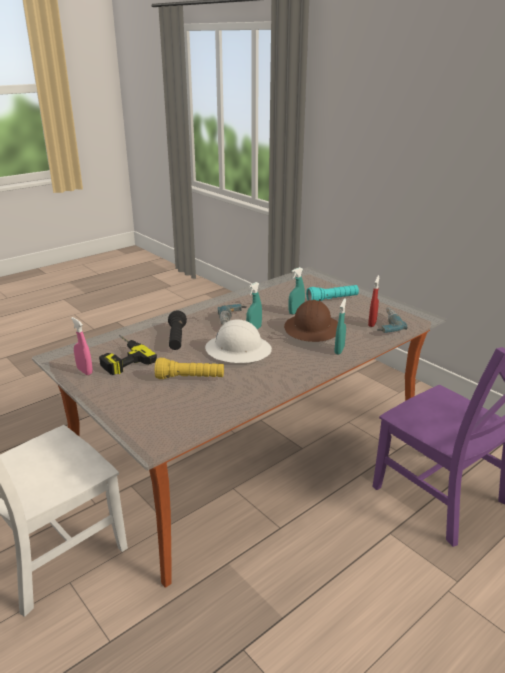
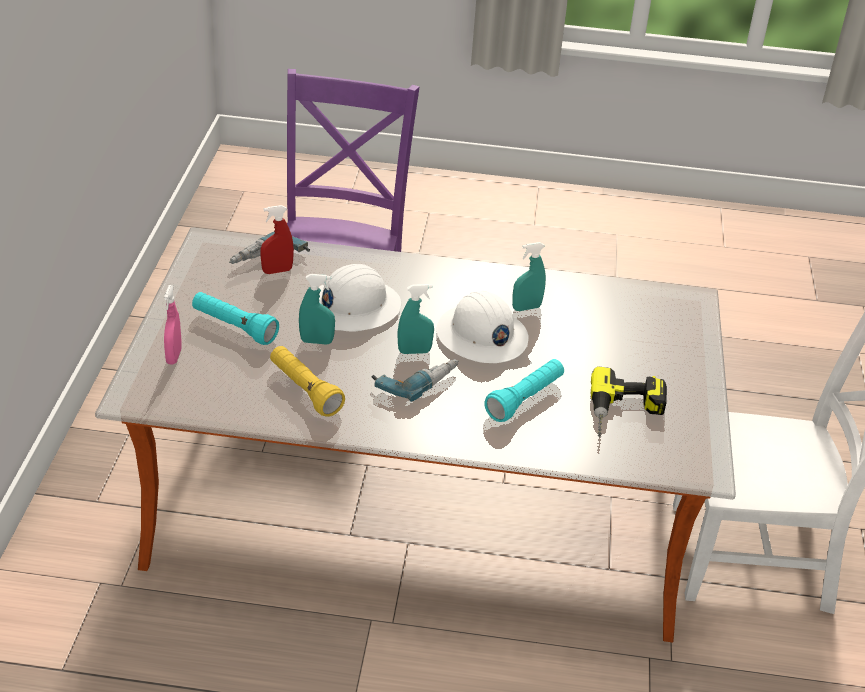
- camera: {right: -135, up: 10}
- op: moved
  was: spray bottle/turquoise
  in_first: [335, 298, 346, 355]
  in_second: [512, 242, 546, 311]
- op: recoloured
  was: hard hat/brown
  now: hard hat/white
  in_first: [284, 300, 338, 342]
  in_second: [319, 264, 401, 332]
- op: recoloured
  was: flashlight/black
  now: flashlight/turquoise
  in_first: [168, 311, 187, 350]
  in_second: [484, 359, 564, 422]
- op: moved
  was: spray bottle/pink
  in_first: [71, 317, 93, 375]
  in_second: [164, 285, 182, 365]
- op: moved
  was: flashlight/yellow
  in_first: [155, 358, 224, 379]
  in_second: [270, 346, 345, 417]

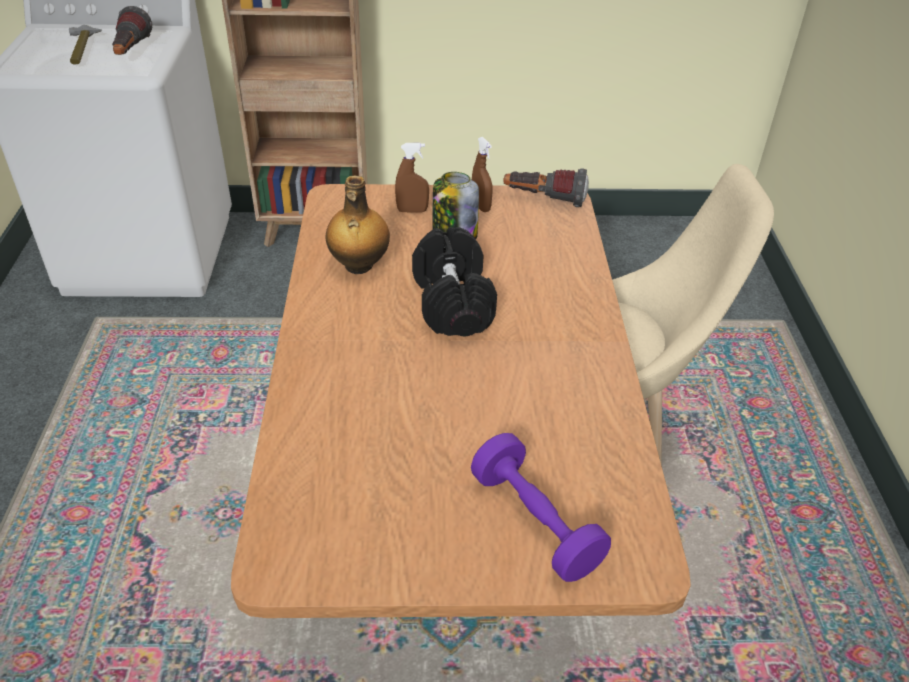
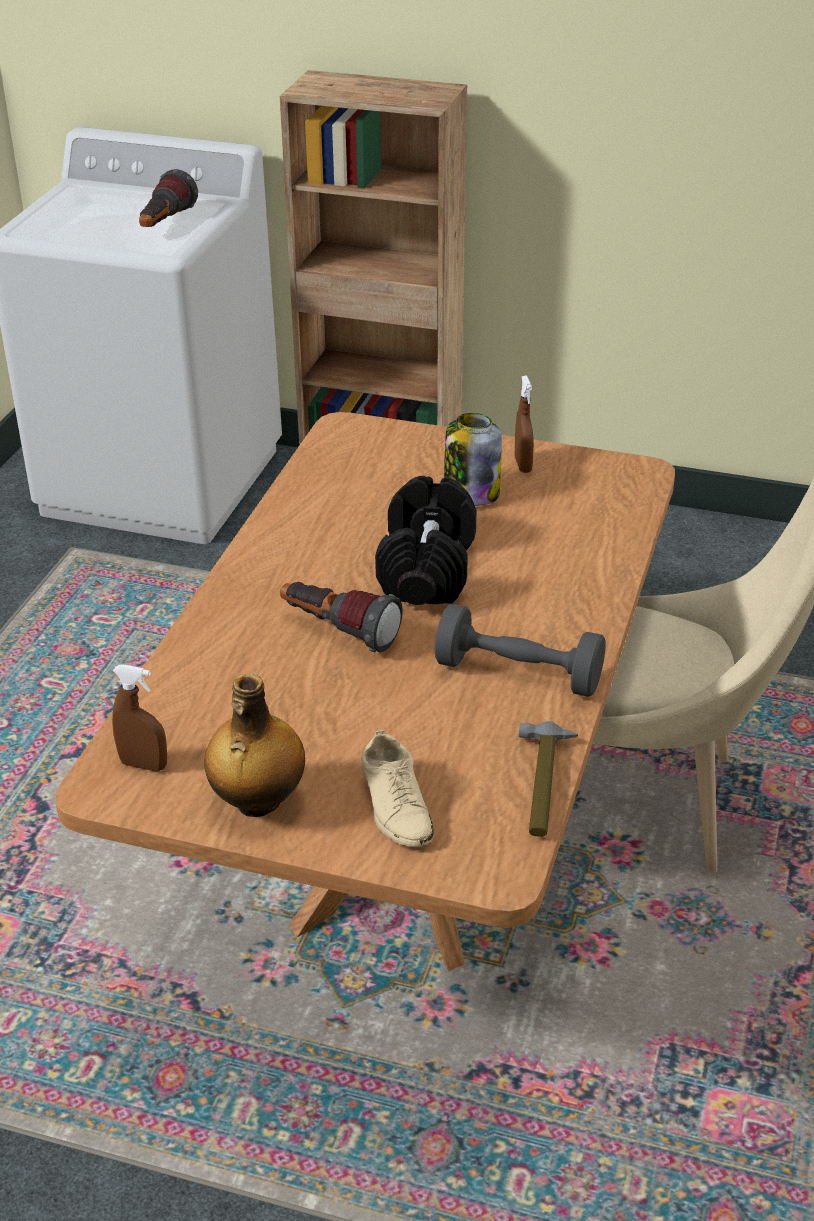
- camera: {right: 20, up: -5}
- op: moved
  was: hammer
  in_first: [69, 25, 102, 64]
  in_second: [519, 721, 578, 837]
- op: moved
  was: spray bottle/brown
  in_first: [395, 143, 429, 213]
  in_second: [112, 664, 167, 771]
- op: moved
  was: flashlight
  in_first: [503, 168, 589, 207]
  in_second: [280, 582, 403, 652]
- op: moved
  was: bottle
  in_first: [325, 176, 390, 274]
  in_second: [204, 674, 305, 817]
- op: replaced
  was: dumbbell/purple
  now: shoe/beige
  in_first: [471, 433, 611, 582]
  in_second: [361, 730, 434, 847]
- op: added
  now: dumbbell/grey
  in_second: [434, 604, 606, 697]

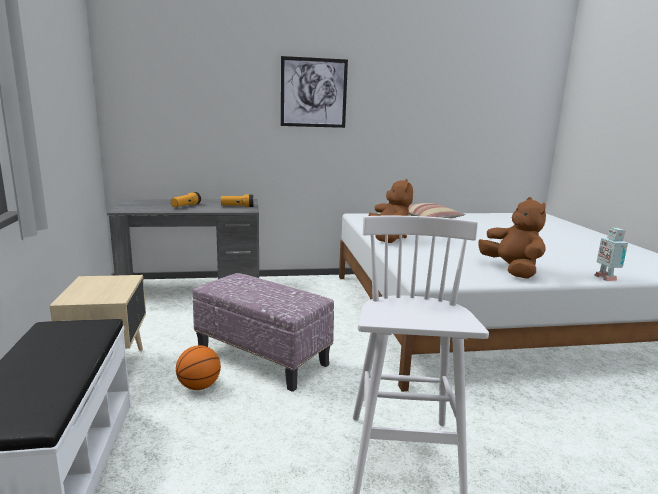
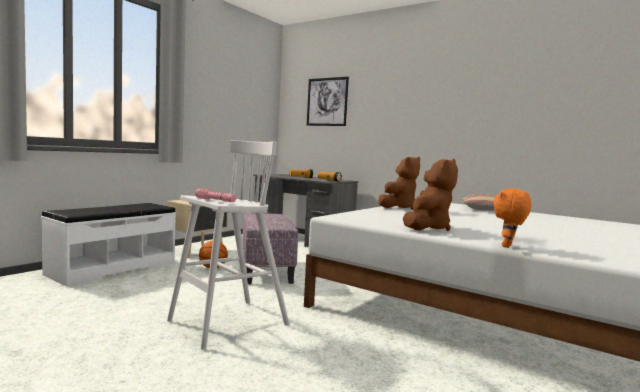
- camera: {right: 45, up: -10}
- op: moved
  was: picture
  in_first: [281, 56, 348, 128]
  in_second: [307, 77, 349, 126]
- op: replaced
  was: toy robot
  now: plush toy/orange
  in_first: [595, 227, 628, 281]
  in_second: [493, 188, 531, 248]
- op: added
  now: flashlight/pink
  in_second: [195, 189, 236, 202]

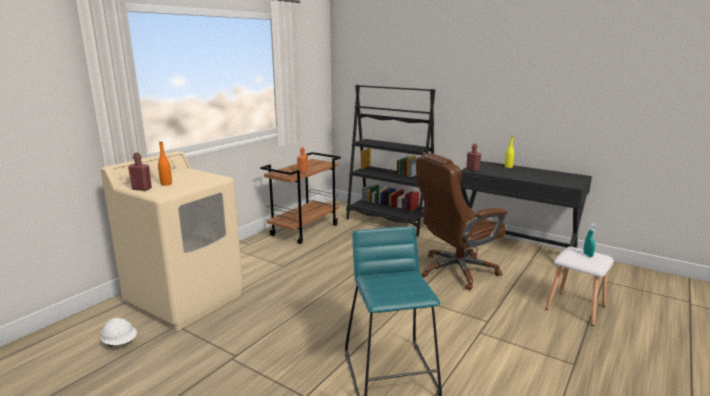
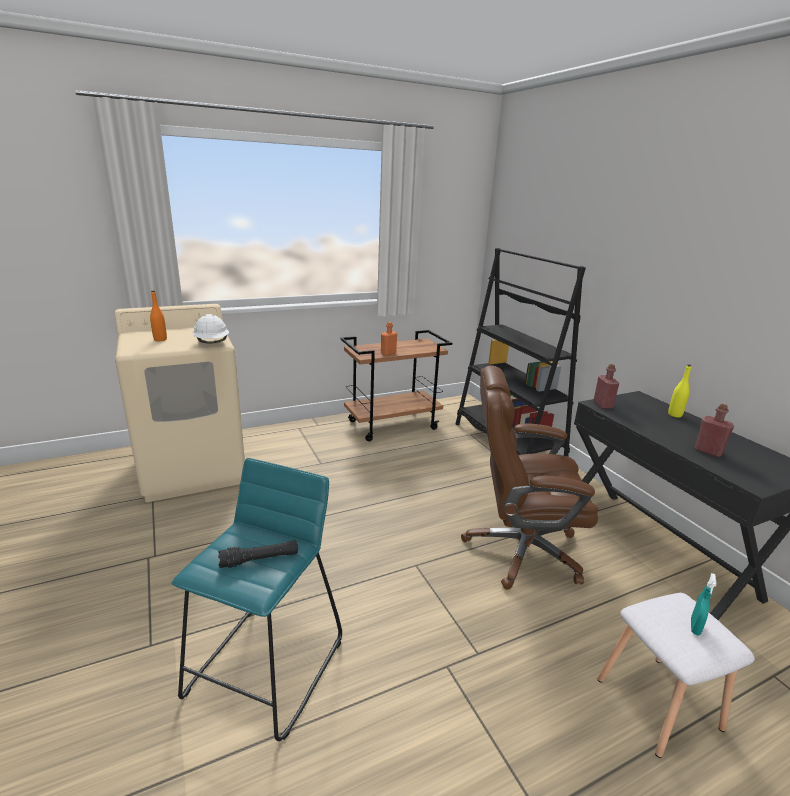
- camera: {right: 30, up: 5}
- op: moved
  was: bottle/red
  in_first: [128, 152, 152, 191]
  in_second: [695, 404, 734, 457]
- op: moved
  was: hard hat/white
  in_first: [101, 318, 137, 346]
  in_second: [192, 314, 229, 343]
- op: added
  now: flashlight/black
  in_second: [218, 540, 298, 568]

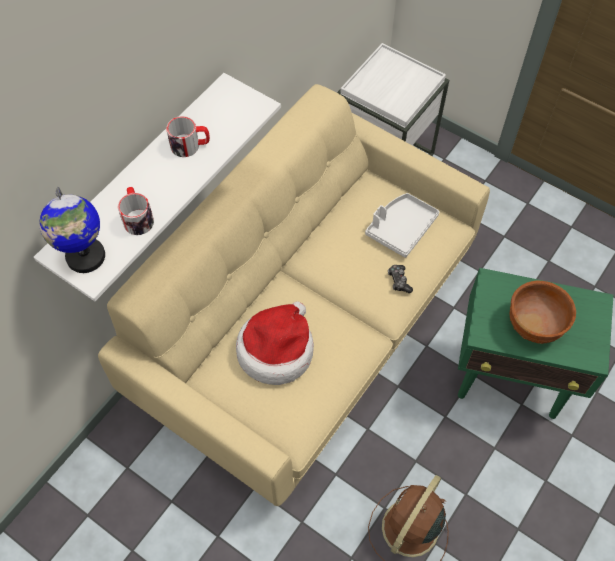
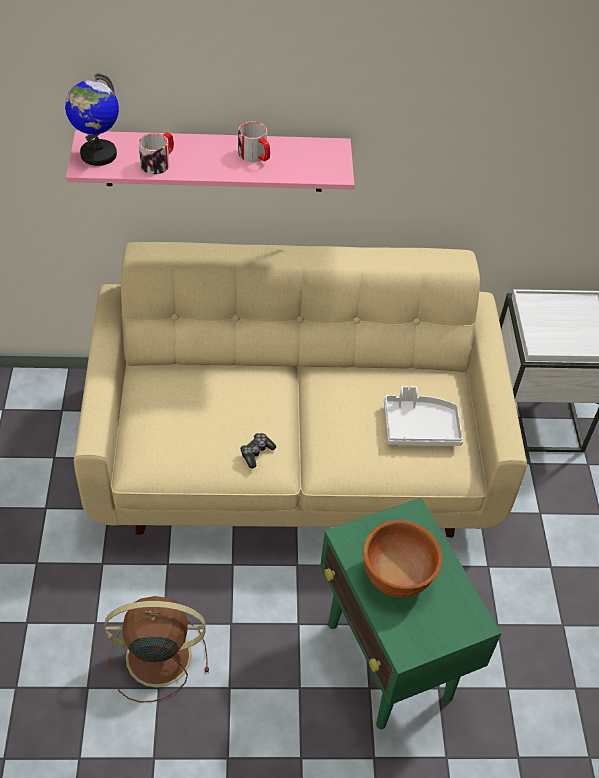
- camera: {right: 50, up: -10}
- op: recoloured
  was: shelf/white
  now: shelf/pink
  in_first: [34, 73, 281, 301]
  in_second: [66, 131, 354, 192]
- op: moved
  was: game controller
  in_first: [388, 265, 413, 293]
  in_second: [240, 433, 276, 468]
- op: removed
  was: hat
  in_first: [236, 301, 314, 385]

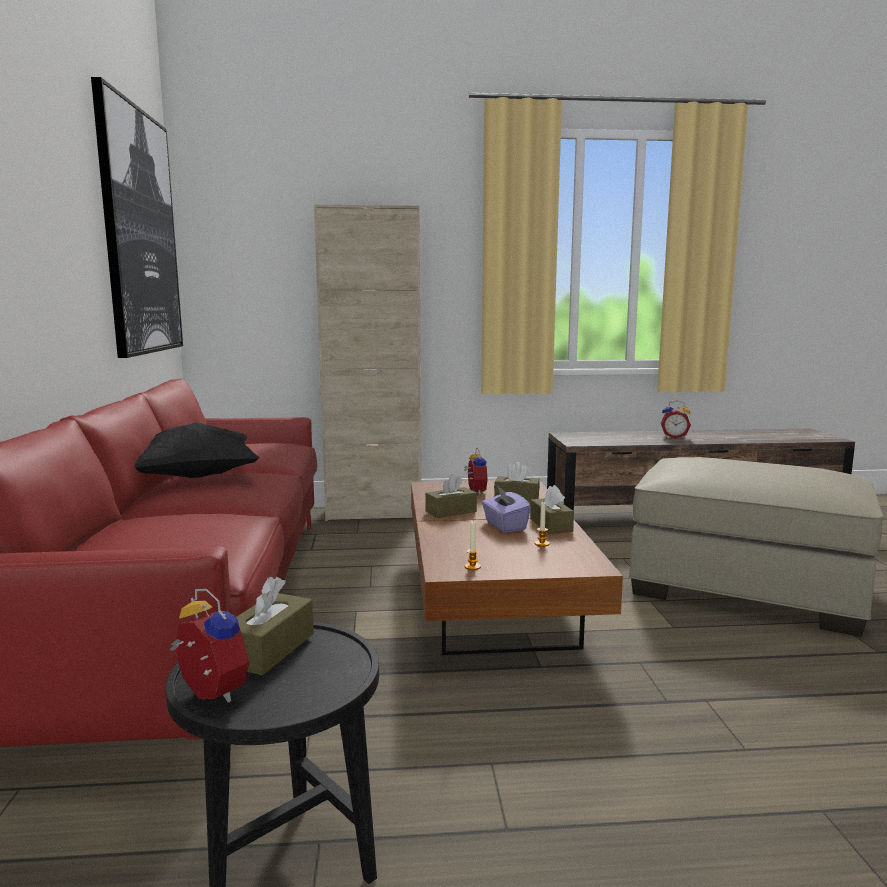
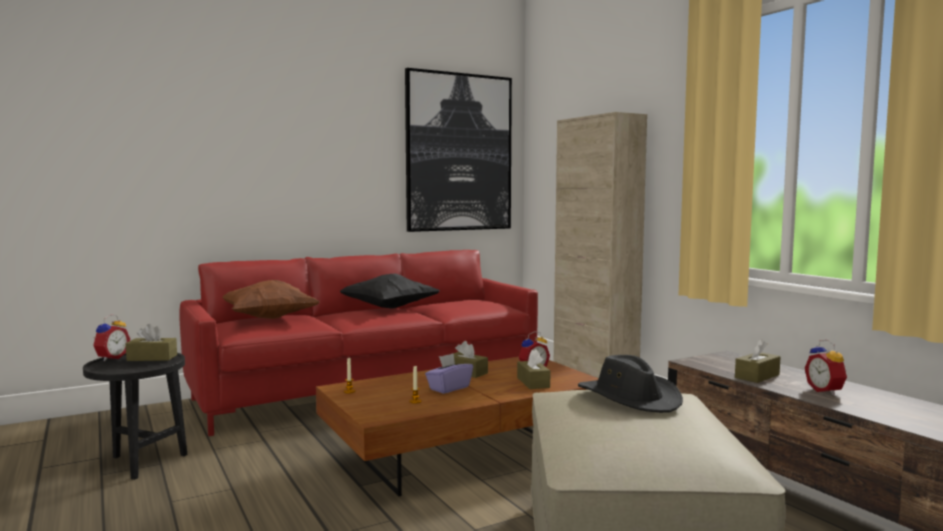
- camera: {right: 65, up: -5}
- op: moved
  was: tissue box/brown
  in_first: [530, 485, 574, 534]
  in_second: [735, 339, 781, 383]
- op: added
  now: pillow/brown
  in_second: [222, 280, 319, 319]
- op: added
  now: hat/black
  in_second: [578, 355, 683, 413]

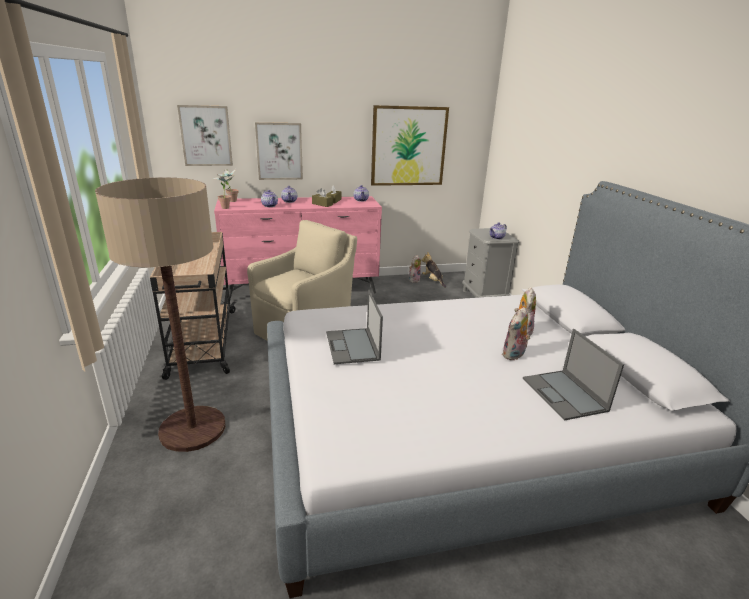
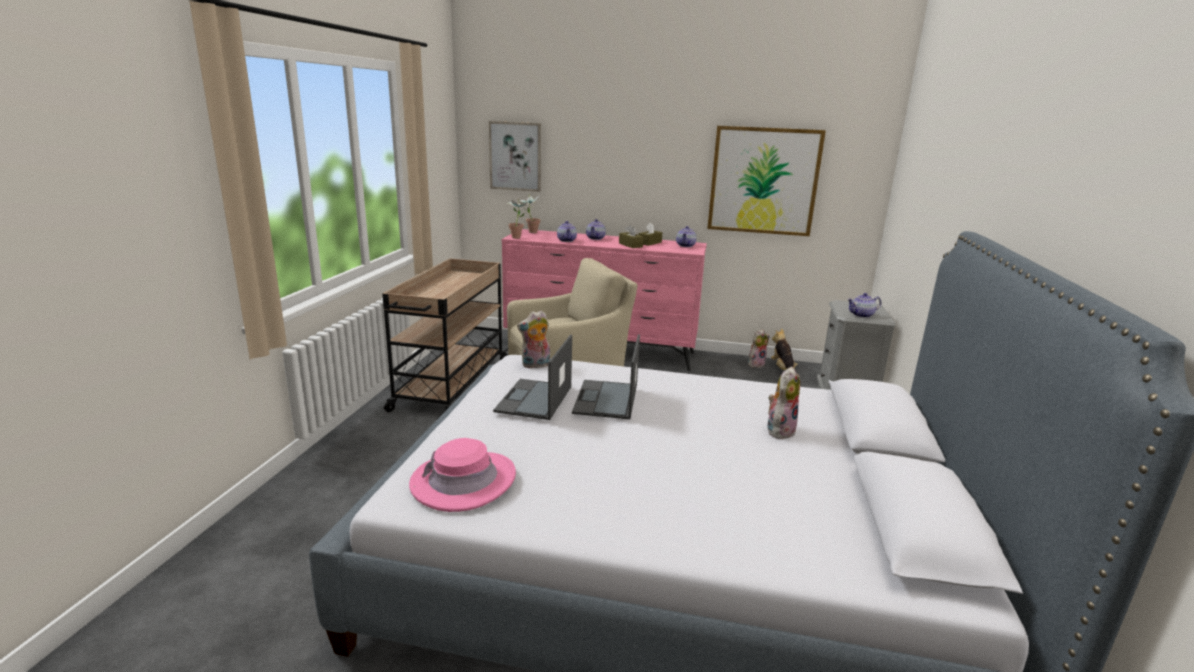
- camera: {right: 25, up: -5}
- op: removed
  was: picture
  in_first: [255, 122, 303, 180]
- op: removed
  was: floor lamp
  in_first: [95, 178, 226, 452]
- op: moved
  was: plush toy
  in_first: [502, 307, 530, 360]
  in_second: [517, 310, 550, 368]
- op: moved
  was: laptop
  in_first: [523, 329, 624, 421]
  in_second: [572, 334, 640, 419]
- op: added
  now: hat/pink
  in_second: [409, 438, 516, 512]

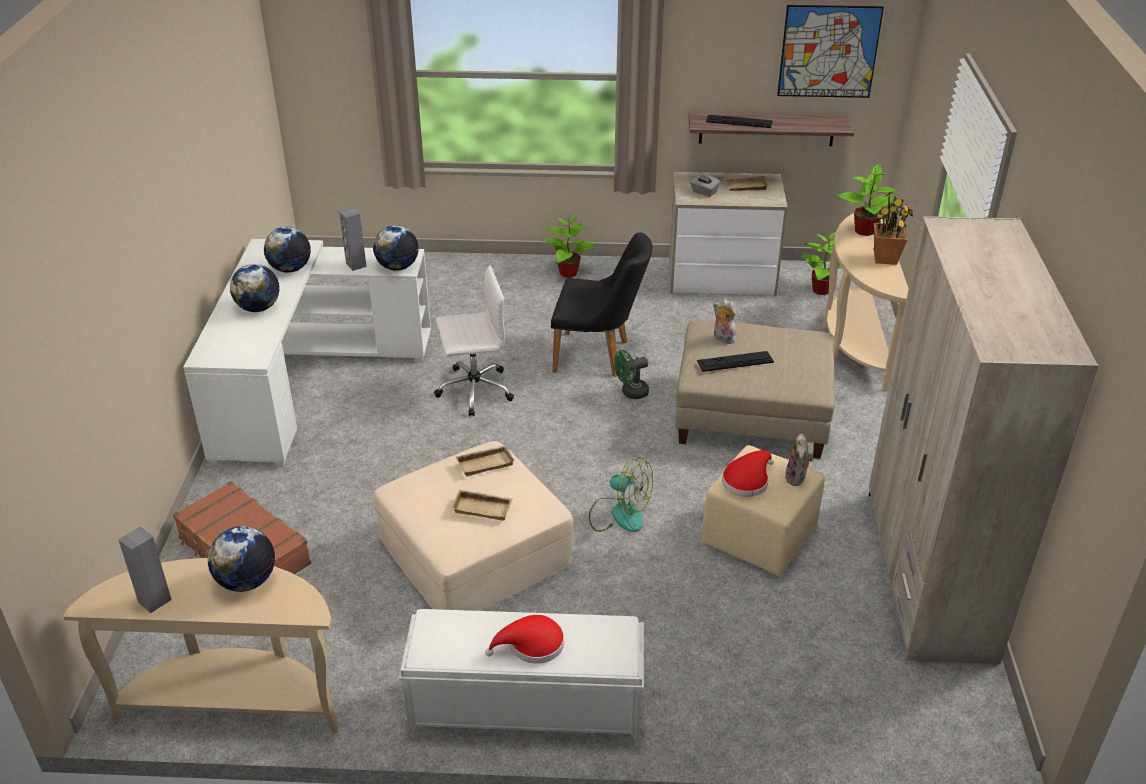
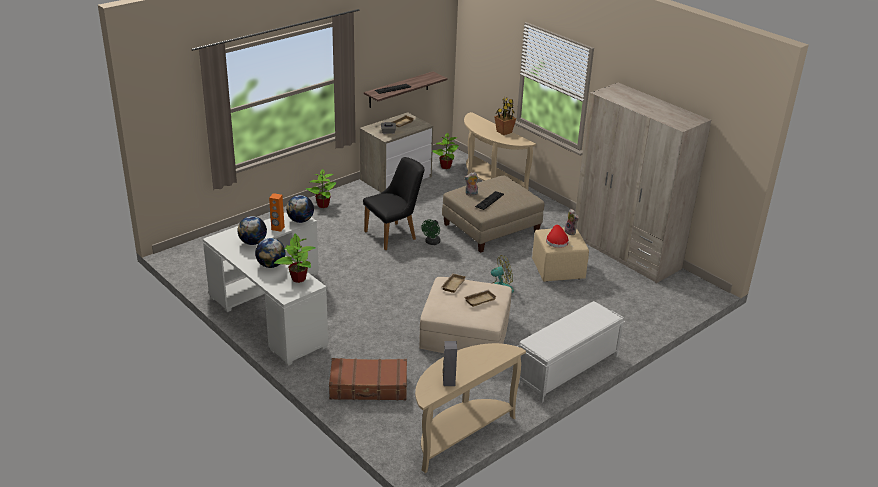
- camera: {right: -45, up: -5}
- op: removed
  was: picture
  in_first: [777, 5, 884, 98]
- op: moved
  was: potted plant
  in_first: [837, 164, 897, 236]
  in_second: [274, 234, 316, 283]
- op: recoloured
  was: speaker/grey
  now: speaker/orange
  in_first: [339, 207, 367, 271]
  in_second: [269, 193, 285, 232]
- op: removed
  was: office chair/white
  in_first: [434, 265, 514, 416]
- op: removed
  was: globe
  in_first: [208, 526, 275, 592]
- op: removed
  was: hat/red
  in_first: [485, 615, 564, 664]

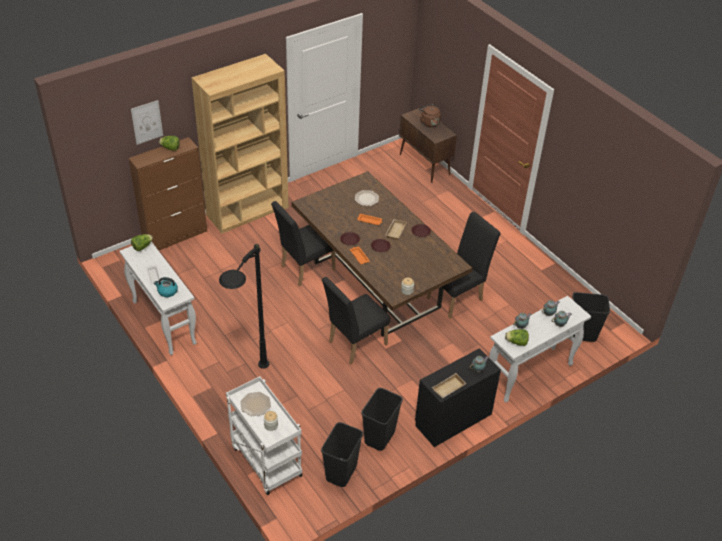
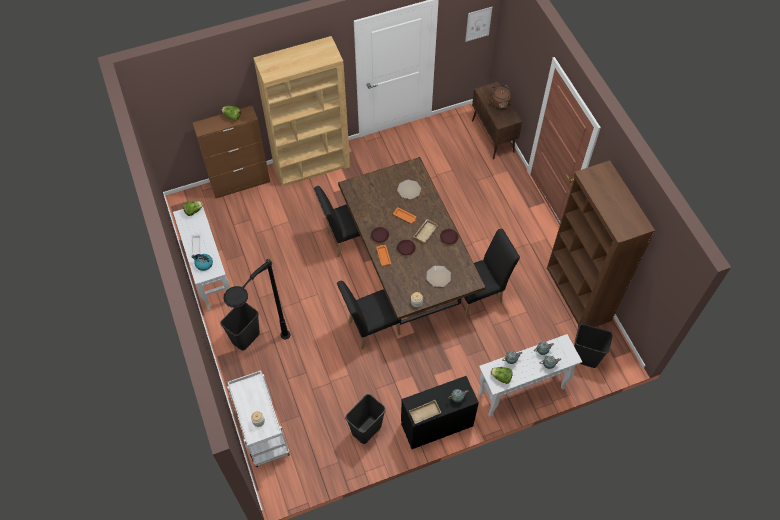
- camera: {right: 15, up: 15}
- op: moved
  was: picture
  in_first: [131, 100, 163, 145]
  in_second: [465, 7, 492, 42]
- op: moved
  was: plate
  in_first: [240, 392, 271, 416]
  in_second: [426, 266, 451, 287]
- op: moved
  was: trash can/black
  in_first: [321, 422, 363, 487]
  in_second: [220, 303, 260, 350]
- op: added
  now: bookcase/brown
  in_second: [547, 160, 655, 327]

